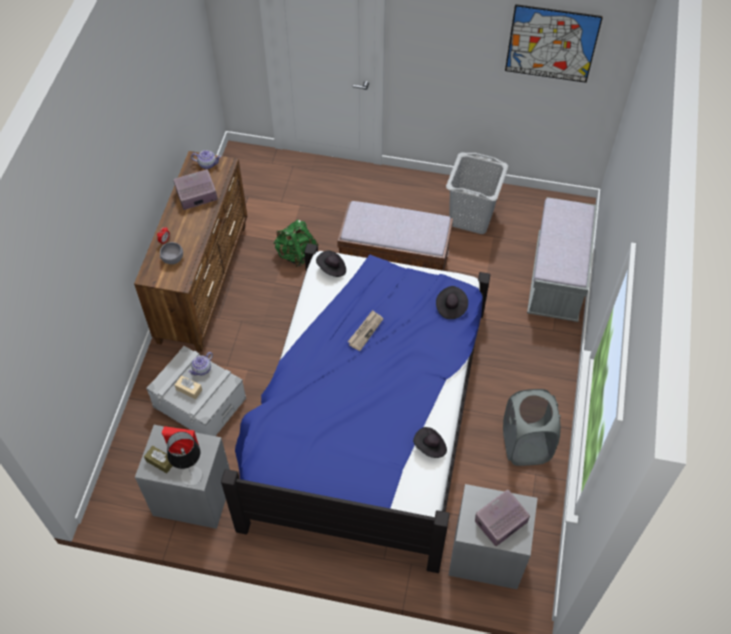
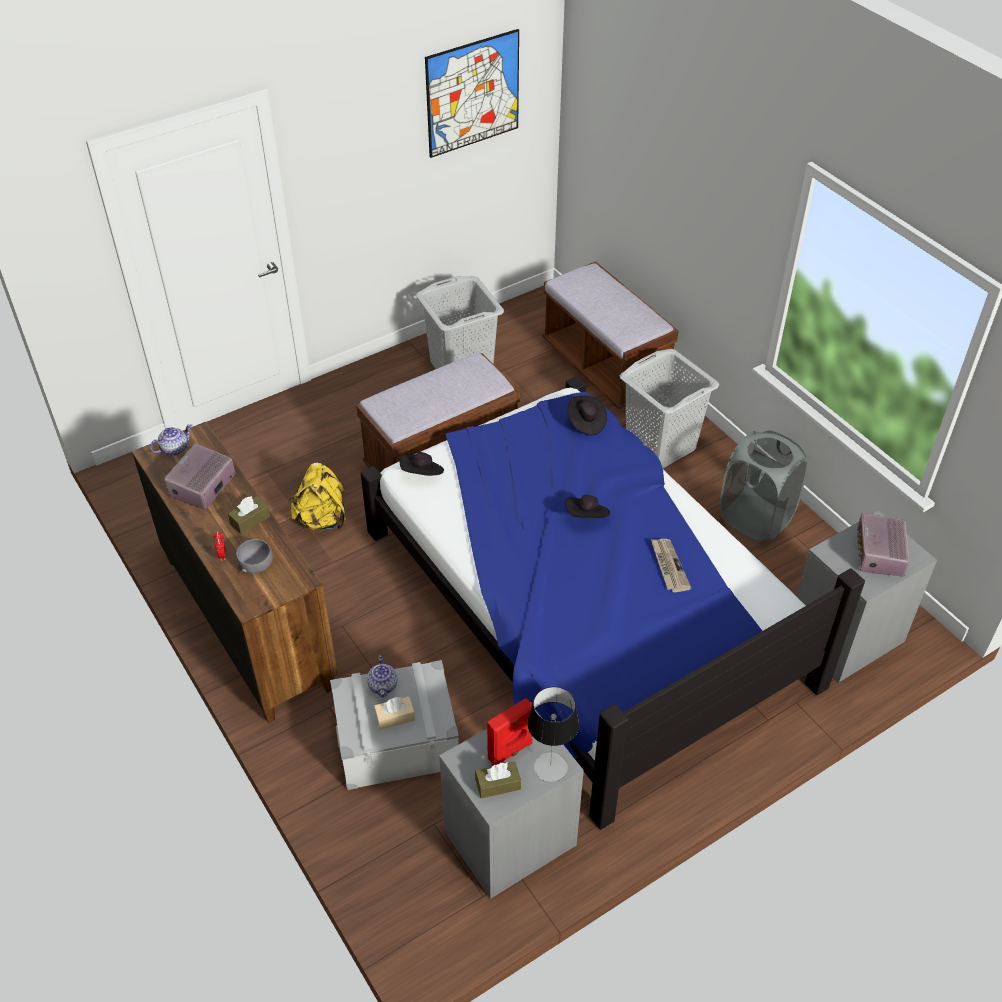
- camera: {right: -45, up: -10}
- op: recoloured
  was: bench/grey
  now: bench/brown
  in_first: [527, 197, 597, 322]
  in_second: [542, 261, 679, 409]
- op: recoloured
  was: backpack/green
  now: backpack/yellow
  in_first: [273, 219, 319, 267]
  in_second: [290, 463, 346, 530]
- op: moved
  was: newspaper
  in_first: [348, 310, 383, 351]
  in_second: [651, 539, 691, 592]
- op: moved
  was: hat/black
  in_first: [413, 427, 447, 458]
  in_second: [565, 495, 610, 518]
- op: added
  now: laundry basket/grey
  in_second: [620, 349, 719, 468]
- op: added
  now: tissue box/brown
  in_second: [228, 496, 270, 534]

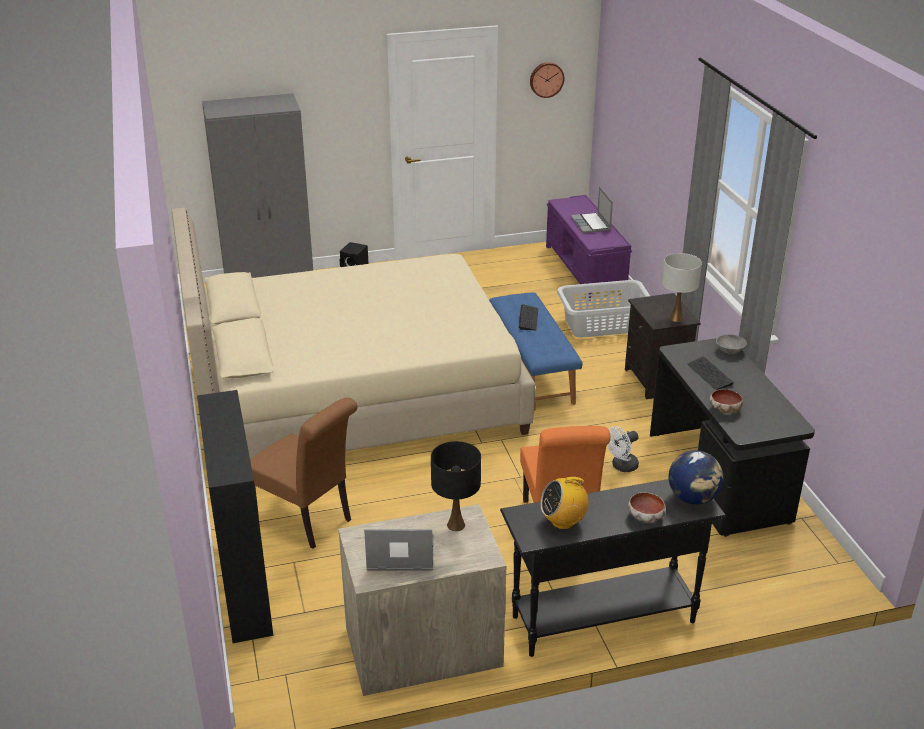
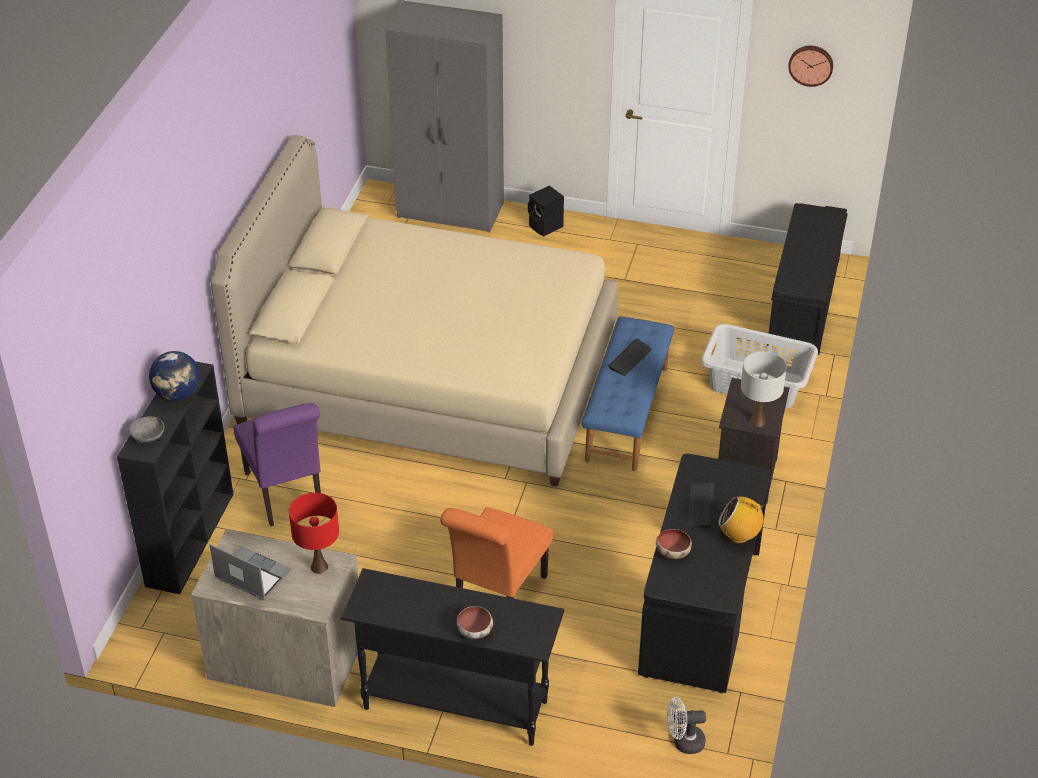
- camera: {right: 30, up: 10}
- op: removed
  was: laptop
  in_first: [571, 186, 613, 233]
- op: recoloured
  was: bench/purple
  now: bench/black
  in_first: [546, 195, 632, 301]
  in_second: [767, 203, 848, 355]
- op: moved
  was: bowl/grey
  in_first: [716, 334, 747, 354]
  in_second: [129, 416, 164, 443]
- op: recoloured
  was: chair/brown
  now: chair/purple
  in_first: [250, 397, 358, 549]
  in_second: [233, 403, 321, 527]
- op: moved
  was: fan/white
  in_first: [607, 426, 639, 472]
  in_second: [667, 697, 706, 754]
- op: recoloured
  was: table lamp/black
  now: table lamp/red
  in_first: [431, 441, 481, 531]
  in_second: [289, 493, 339, 574]
- op: moved
  was: globe
  in_first: [668, 450, 723, 505]
  in_second: [149, 351, 200, 401]
- op: moved
  was: radio
  in_first: [540, 477, 589, 530]
  in_second: [718, 497, 768, 543]

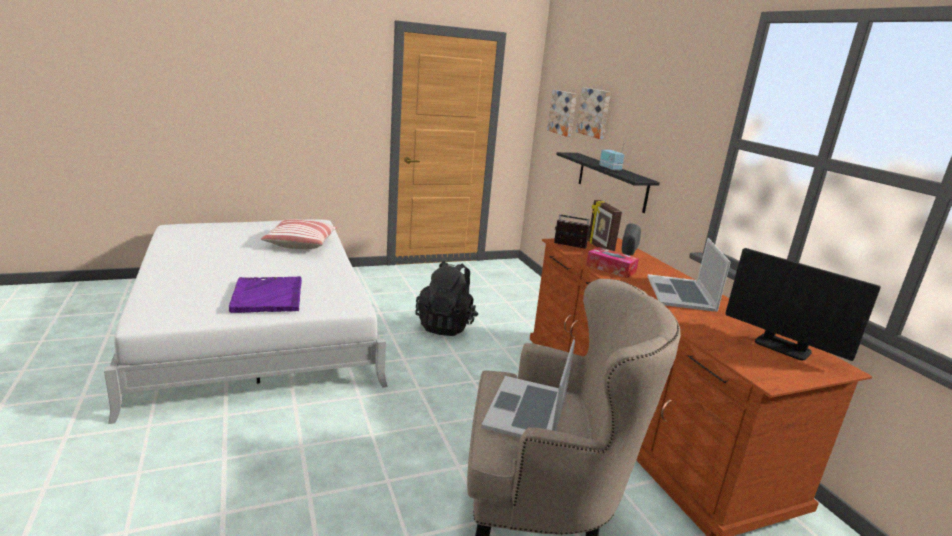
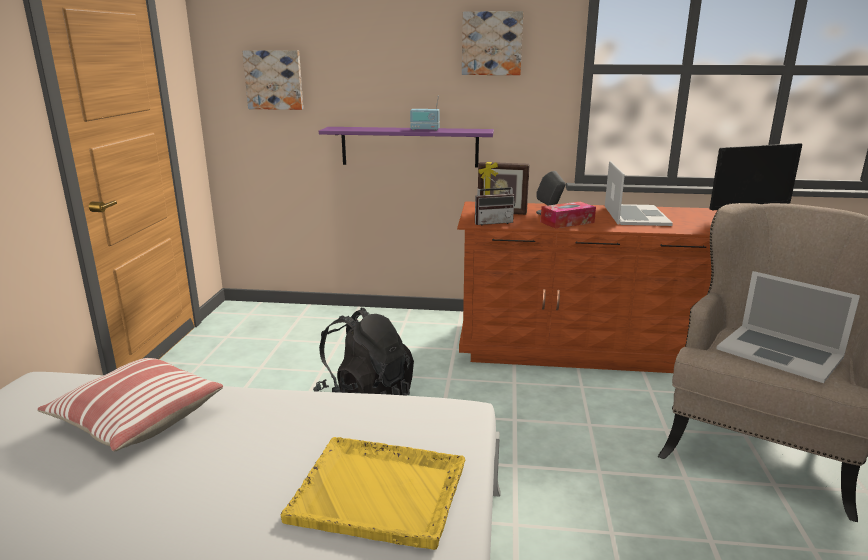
- camera: {right: -60, up: 0}
- op: moved
  was: picture
  in_first: [576, 87, 611, 139]
  in_second: [462, 11, 523, 75]
- op: recoloured
  was: shelf/black
  now: shelf/purple
  in_first: [556, 152, 660, 213]
  in_second: [319, 127, 494, 168]
- op: turned
  was: radio
  in_first: [554, 213, 590, 249]
  in_second: [475, 176, 515, 226]
  clockwise: -150
- op: turned
  was: laptop
  in_first: [647, 238, 731, 312]
  in_second: [605, 161, 673, 226]
  clockwise: -120
- op: recoloured
  was: tray/purple
  now: tray/yellow
  in_first: [229, 276, 302, 313]
  in_second: [281, 437, 465, 550]

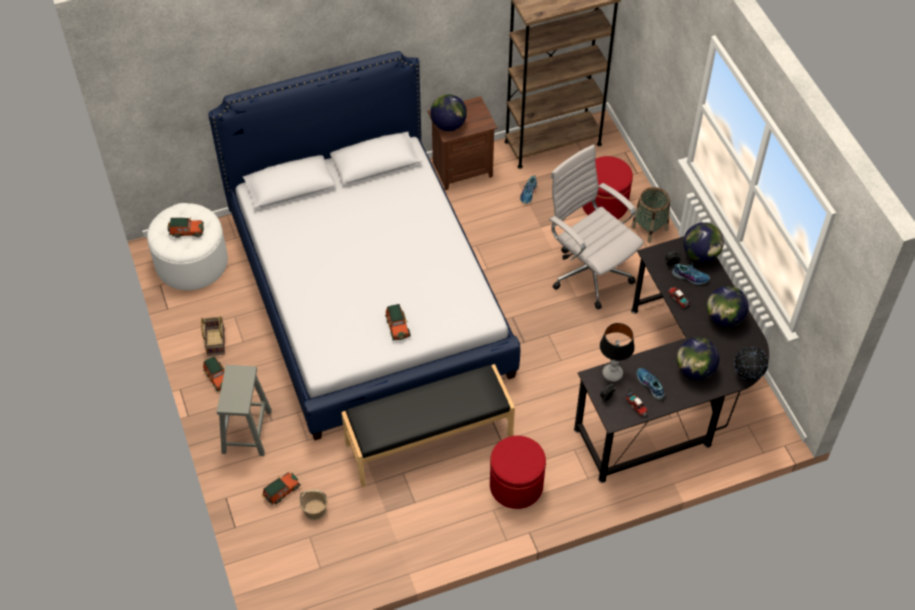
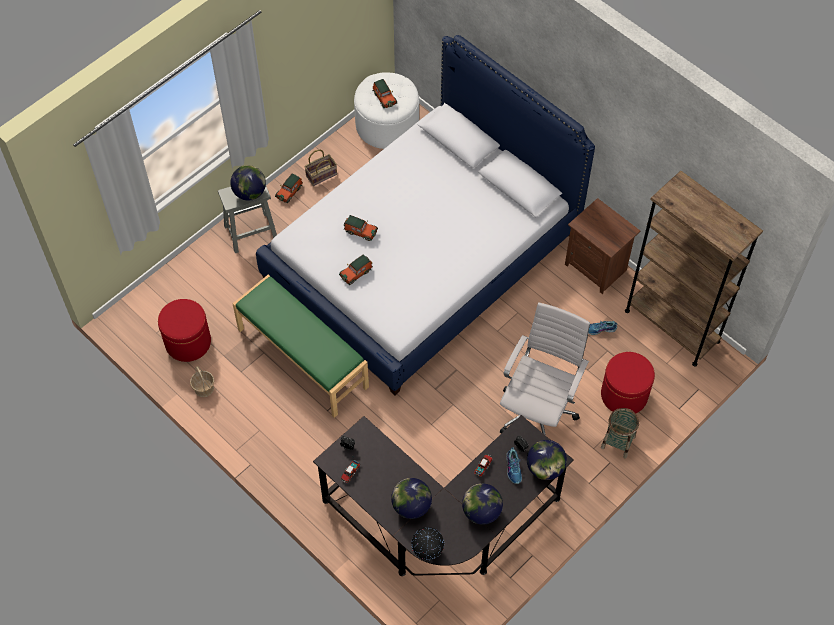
- camera: {right: 65, up: 5}
- op: moved
  was: globe
  in_first: [430, 94, 467, 131]
  in_second: [230, 165, 266, 201]
- op: removed
  was: table lamp
  in_first: [600, 323, 635, 382]
- op: recoloured
  was: bench/black
  now: bench/green
  in_first: [341, 364, 515, 487]
  in_second: [232, 275, 369, 418]
- op: removed
  was: shoe
  in_first: [637, 368, 665, 399]
- op: moved
  was: ottoman/red
  in_first: [490, 436, 546, 509]
  in_second: [158, 299, 211, 362]
- op: moved
  was: toy car
  in_first: [262, 473, 301, 505]
  in_second: [344, 215, 378, 241]
- op: moved
  was: basket
  in_first: [300, 489, 328, 520]
  in_second: [190, 366, 214, 397]

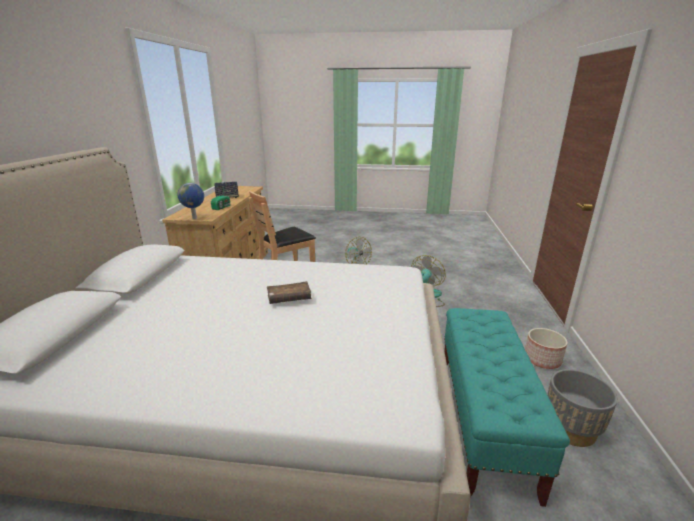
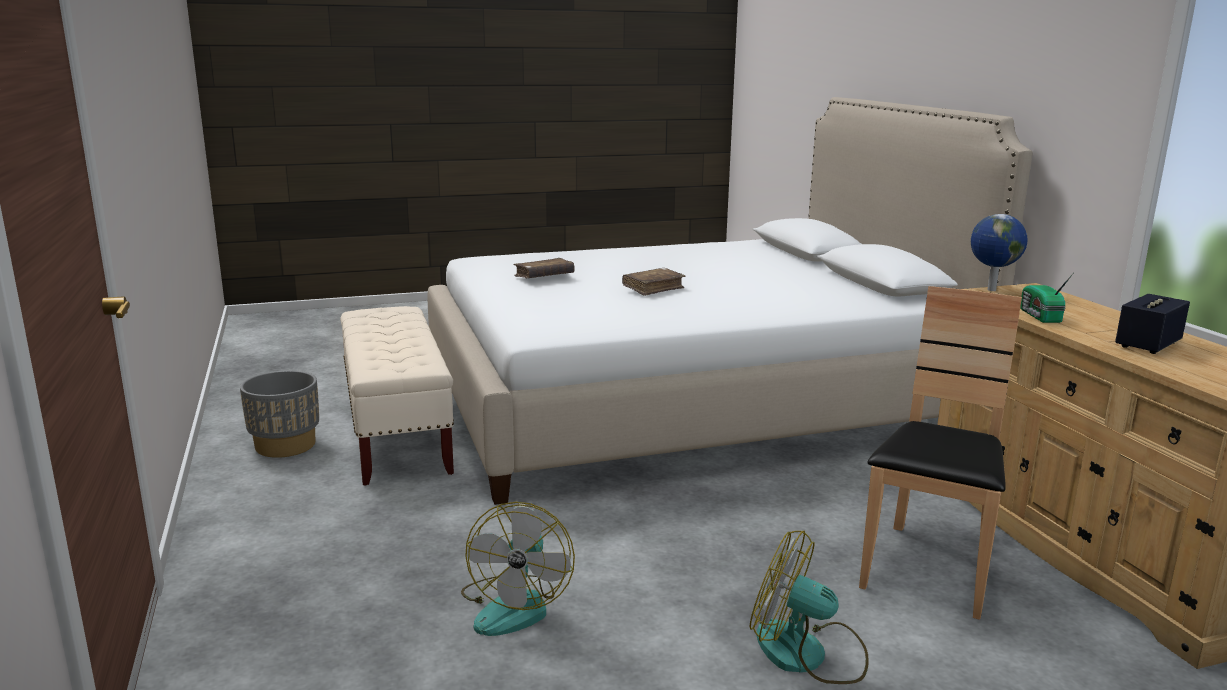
- camera: {right: 155, up: -5}
- op: recoloured
  was: bench/turquoise
  now: bench/beige
  in_first: [444, 308, 570, 507]
  in_second: [340, 306, 454, 486]
- op: removed
  was: planter
  in_first: [525, 328, 567, 369]
- op: added
  now: book/brown
  in_second: [513, 258, 574, 278]

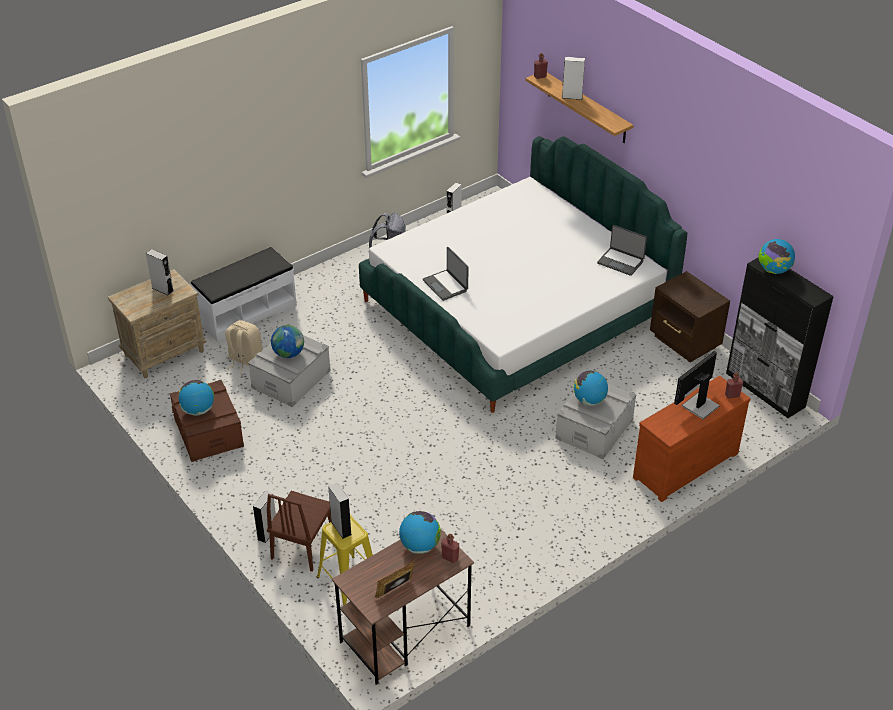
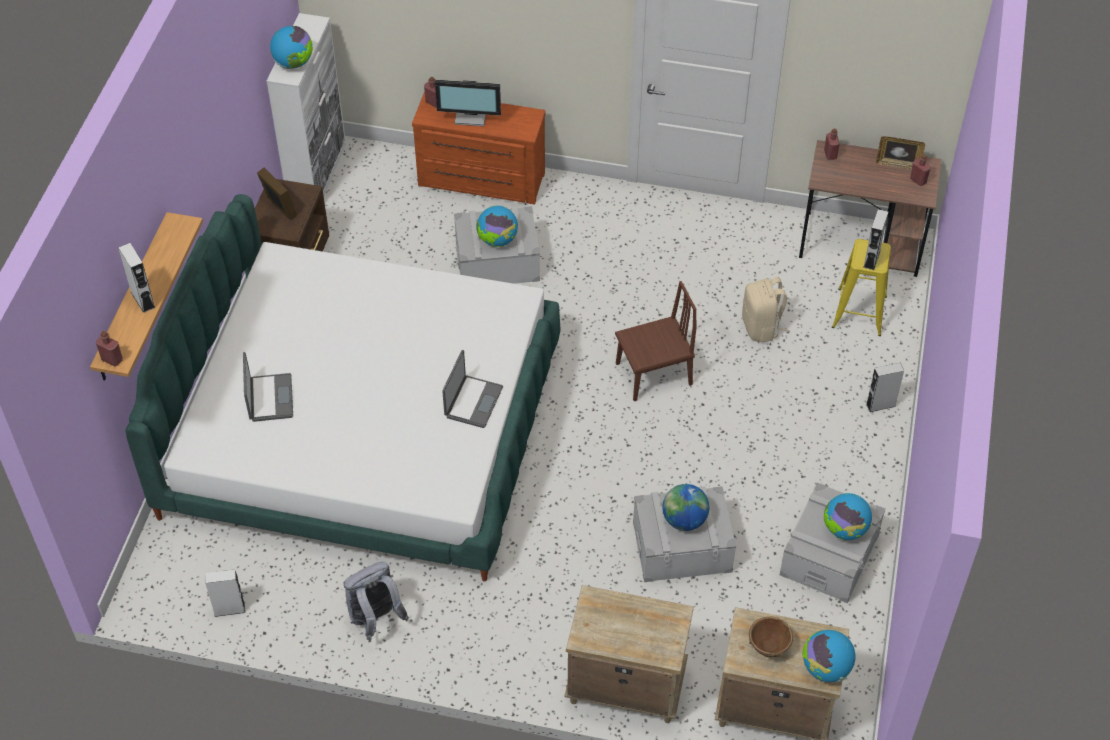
- camera: {right: -130, up: 10}
- op: moved
  was: laptop
  in_first: [597, 225, 647, 276]
  in_second: [243, 352, 293, 422]
- op: replaced
  was: bench/white
  now: nightstand/beige
  in_first: [191, 247, 297, 342]
  in_second: [564, 585, 694, 723]
- op: replaced
  was: speaker/grey
  now: bowl/brown
  in_first: [146, 249, 173, 295]
  in_second: [749, 617, 793, 658]
- op: recoloured
  was: cabinet/black
  now: cabinet/white
  in_first: [726, 258, 834, 418]
  in_second: [267, 13, 346, 196]
- op: moved
  was: backpack/beige
  in_first: [225, 320, 263, 374]
  in_second: [742, 277, 789, 342]
- op: recoloured
  was: storage box/brown
  now: storage box/grey
  in_first: [170, 380, 244, 462]
  in_second: [780, 483, 885, 603]
- op: moved
  was: chair/brown
  in_first: [267, 491, 331, 572]
  in_second: [615, 281, 696, 401]
- op: moved
  was: globe
  in_first: [399, 511, 441, 554]
  in_second: [802, 630, 856, 682]
- op: added
  now: bottle/red
  in_second: [910, 154, 931, 186]
- op: added
  now: picture frame
  in_second: [257, 168, 297, 220]

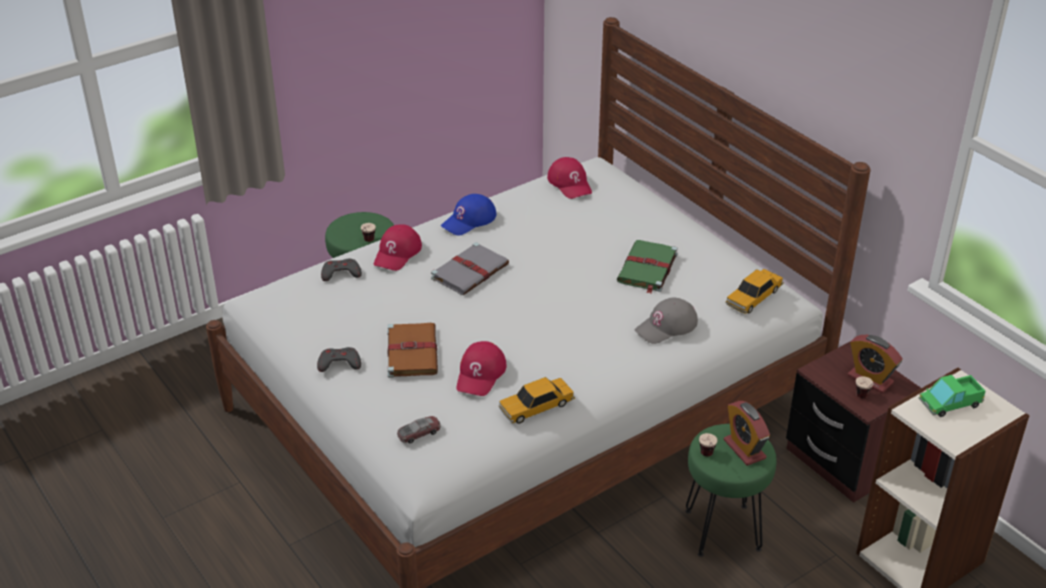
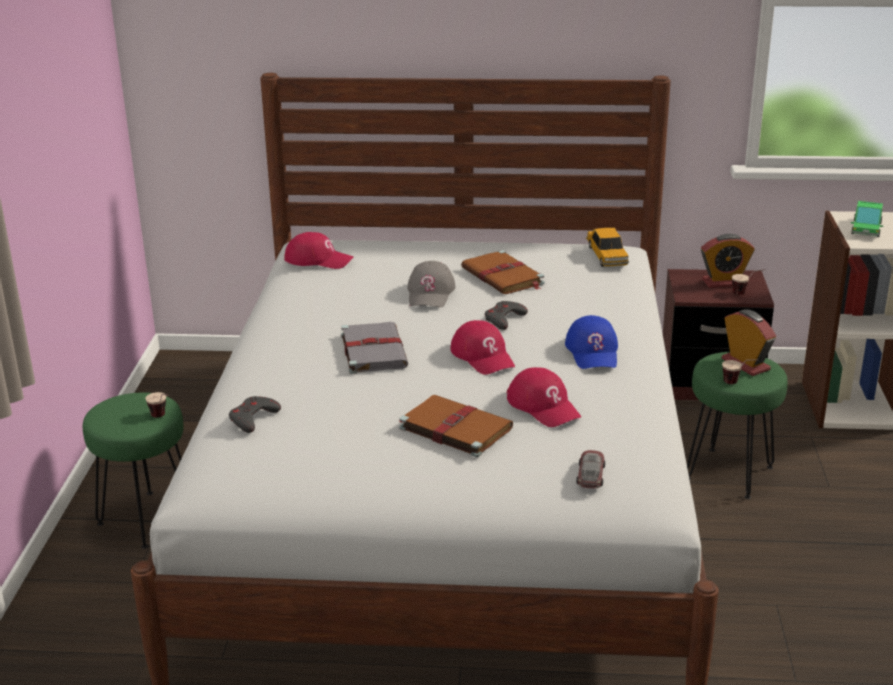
- camera: {right: -50, up: -10}
- op: moved
  was: cap/blue
  in_first: [441, 194, 497, 236]
  in_second: [565, 315, 618, 369]
- op: moved
  was: cap/red
  in_first: [374, 224, 422, 271]
  in_second: [450, 320, 515, 375]
- op: recoloured
  was: book/green
  now: book/brown
  in_first: [617, 240, 678, 294]
  in_second: [461, 250, 545, 294]
- op: moved
  was: cap/grey
  in_first: [635, 298, 698, 344]
  in_second: [408, 261, 455, 308]
- op: moved
  was: game controller/grey
  in_first: [317, 347, 361, 372]
  in_second: [485, 301, 528, 330]
- op: removed
  was: toy car
  in_first: [499, 377, 575, 424]
- op: turned
  was: alarm clock
  in_first: [724, 401, 770, 466]
  in_second: [722, 309, 776, 376]
  clockwise: -135

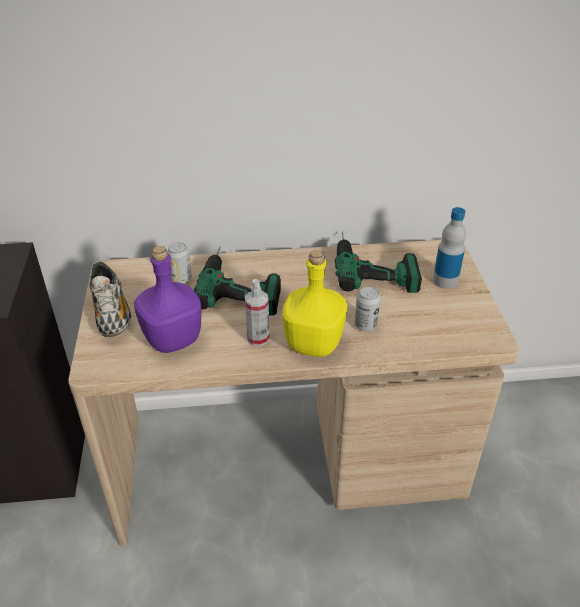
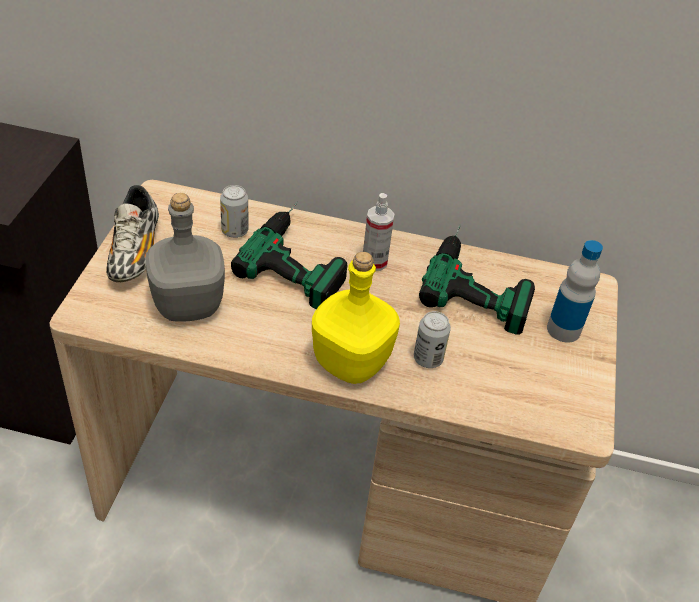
- camera: {right: 15, up: 5}
- op: recoloured
  was: bottle/purple
  now: bottle/grey
  in_first: [134, 246, 202, 353]
  in_second: [146, 193, 225, 322]
- op: moved
  was: spray bottle
  in_first: [245, 279, 270, 346]
  in_second: [363, 193, 394, 271]

